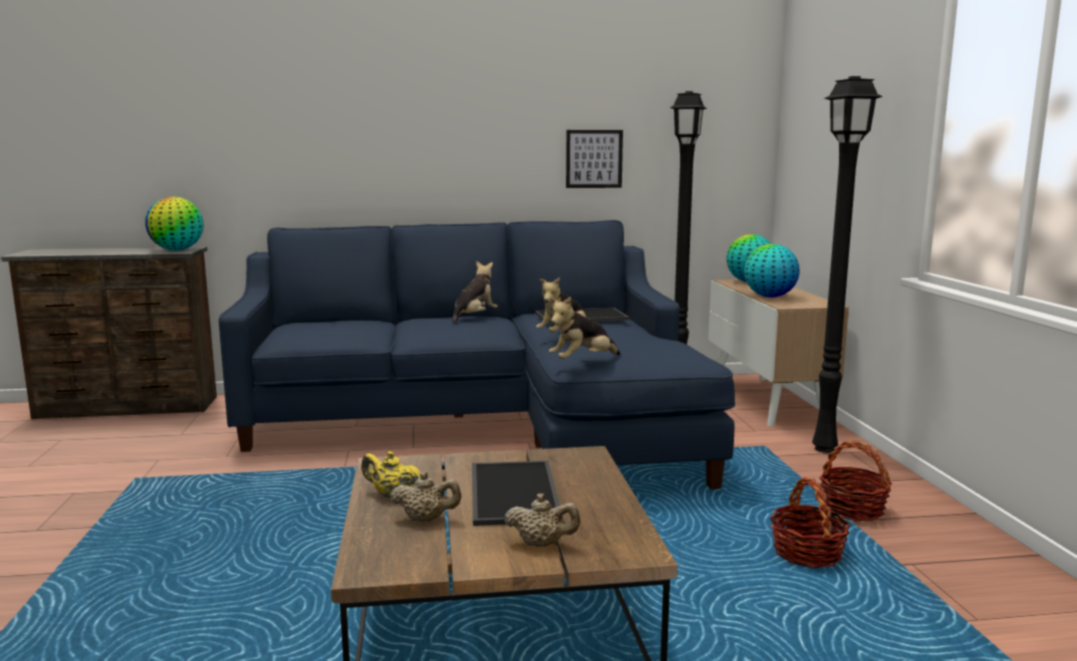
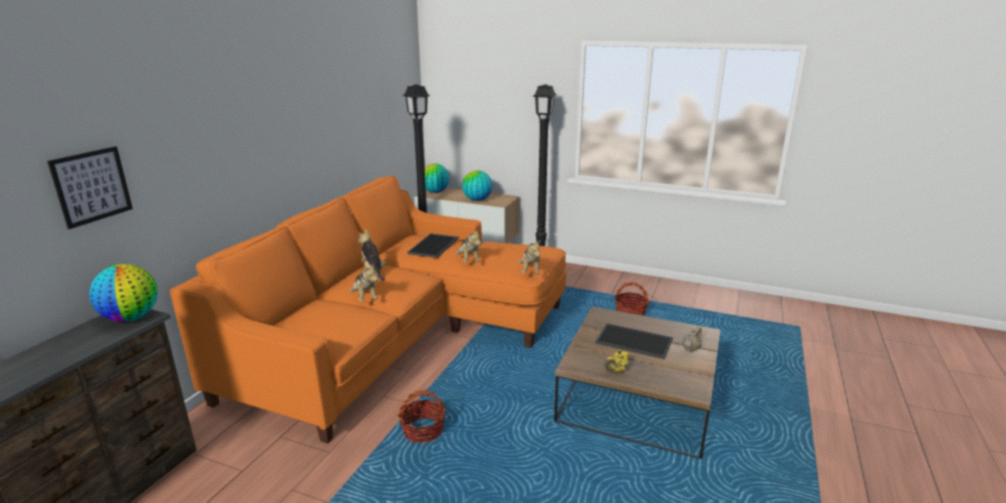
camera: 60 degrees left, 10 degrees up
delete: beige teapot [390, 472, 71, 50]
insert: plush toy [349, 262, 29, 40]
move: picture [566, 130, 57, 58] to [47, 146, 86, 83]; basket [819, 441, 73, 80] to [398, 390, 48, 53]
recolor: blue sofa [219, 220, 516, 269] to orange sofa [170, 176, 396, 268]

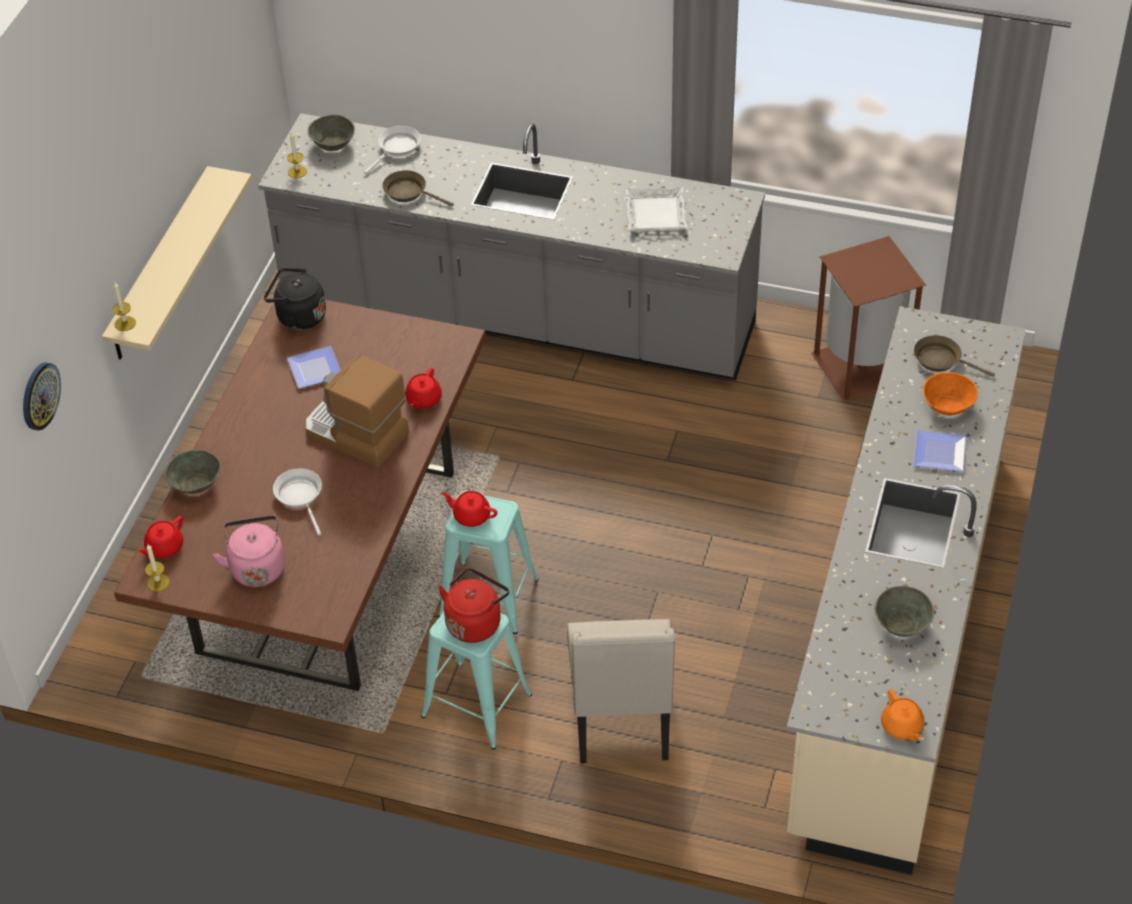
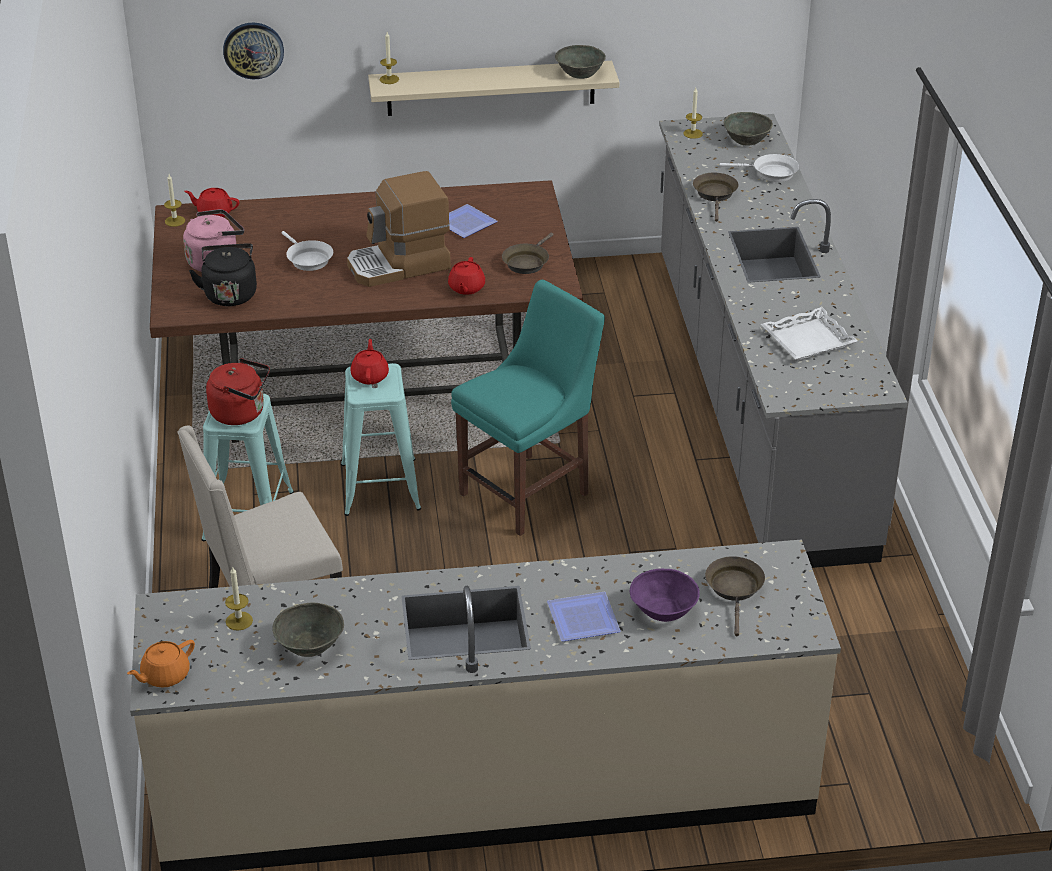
camera: 65 degrees right, 10 degrees down
delete: brown trash can [811, 236, 115, 166]
insert: candle [225, 566, 28, 65]; turquoise chair [451, 280, 154, 256]; brown frying pan [502, 233, 51, 41]
move: grey bowl [165, 450, 56, 44] to [555, 45, 51, 34]; black kettle [264, 268, 62, 62] to [189, 243, 68, 63]
recolor: orange bowl [923, 372, 55, 44] to purple bowl [630, 569, 70, 53]
rotate: white frying pan [273, 468, 49, 68] = [282, 231, 51, 40] 105 degrees clockwise; coffee machine [306, 355, 103, 112] = [347, 171, 104, 116] 120 degrees counterclockwise; red teapot [405, 368, 37, 41] = [448, 257, 37, 38] 75 degrees counterclockwise

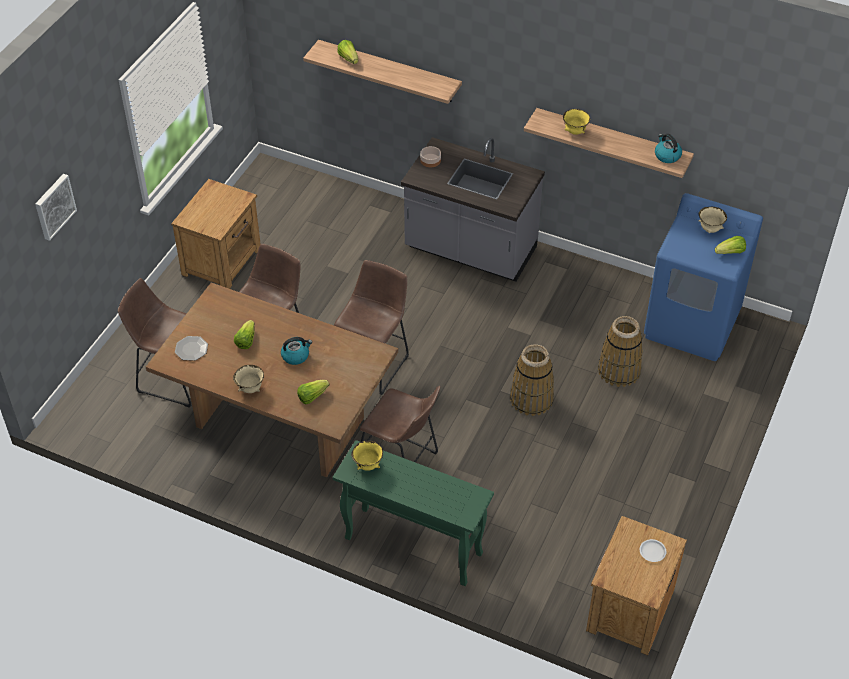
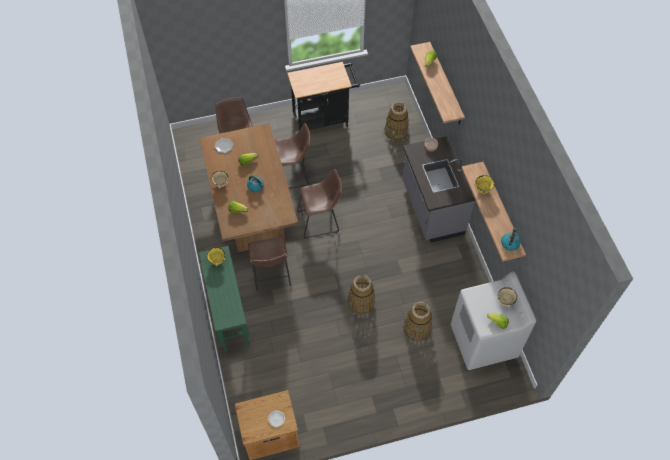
camera: 50 degrees right, 10 degrees up
delete: picture [35, 174, 42, 67]
insert: basket [385, 102, 24, 40]
replace: brown nightstand [171, 179, 90, 110] to black cart [287, 62, 73, 69]
recolor: blue washing machine [644, 193, 119, 168] to white washing machine [451, 272, 85, 98]

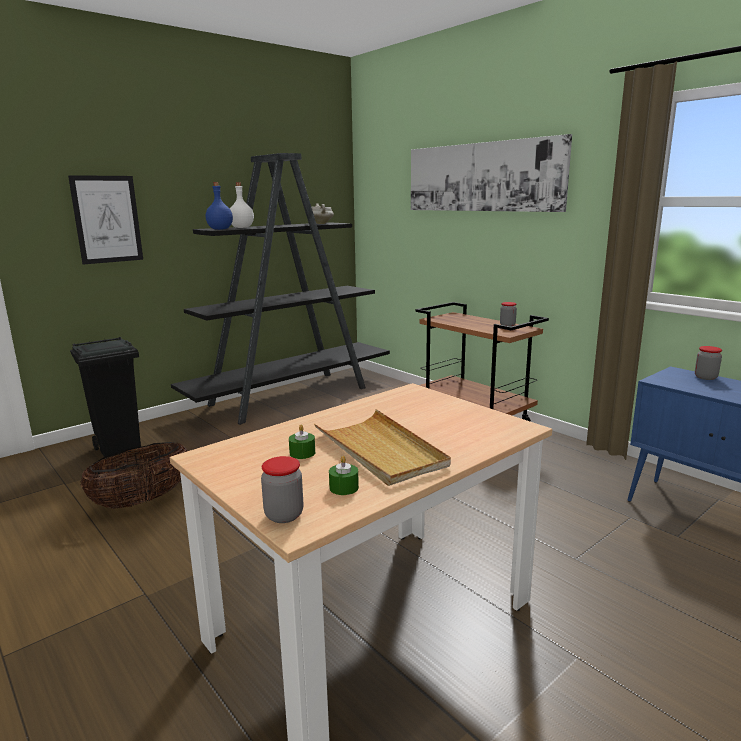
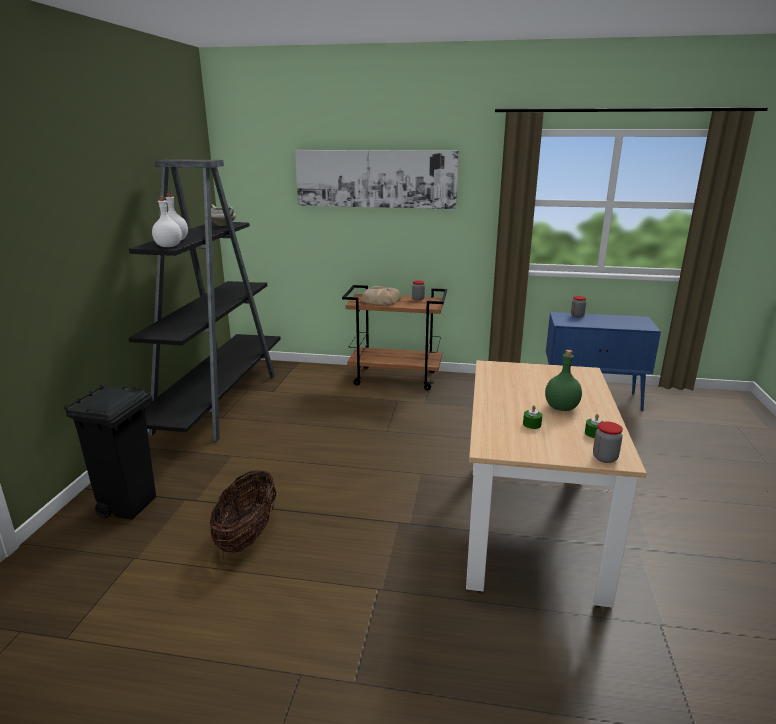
camera: 40 degrees left, 5 degrees up
delete: picture [68, 175, 75, 89]
insert: bread [361, 286, 40, 19]
replace: beige tray [314, 409, 137, 77] to green bottle [545, 350, 37, 61]
recolor: blue bottle [206, 182, 27, 48] to white bottle [152, 197, 30, 50]

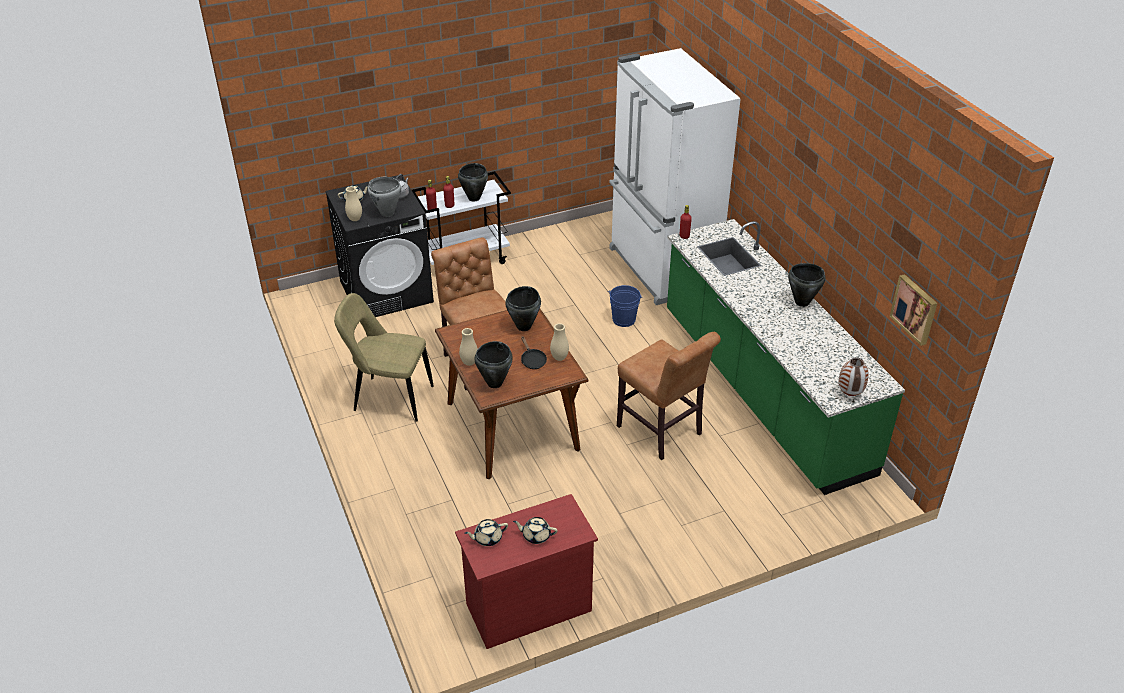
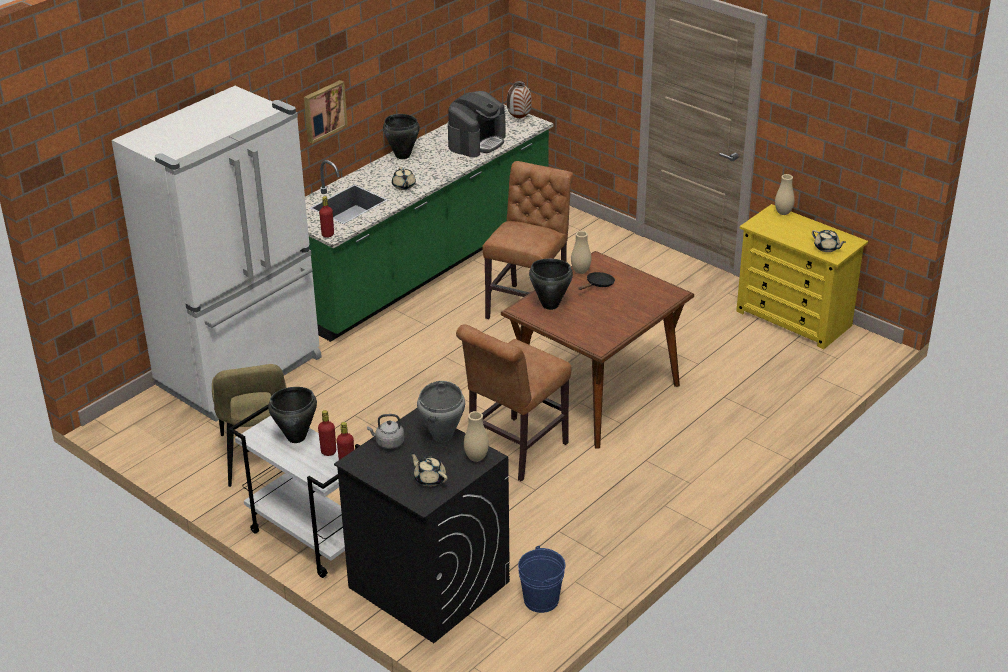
camera: 115 degrees left, 5 degrees down
delete: black cooking pot [474, 341, 39, 47]
insert: coffee machine [448, 91, 58, 67]
move: beige chair [334, 293, 100, 129] to [212, 364, 74, 123]; beige vase [459, 328, 19, 38] to [775, 174, 20, 41]; beige teapot [513, 517, 44, 27] to [392, 167, 24, 23]; blue bucket [608, 285, 34, 42] to [518, 545, 47, 68]; picture [890, 274, 47, 72] to [304, 80, 44, 63]
recolor: red dresser [455, 494, 143, 155] to yellow dresser [736, 204, 132, 145]

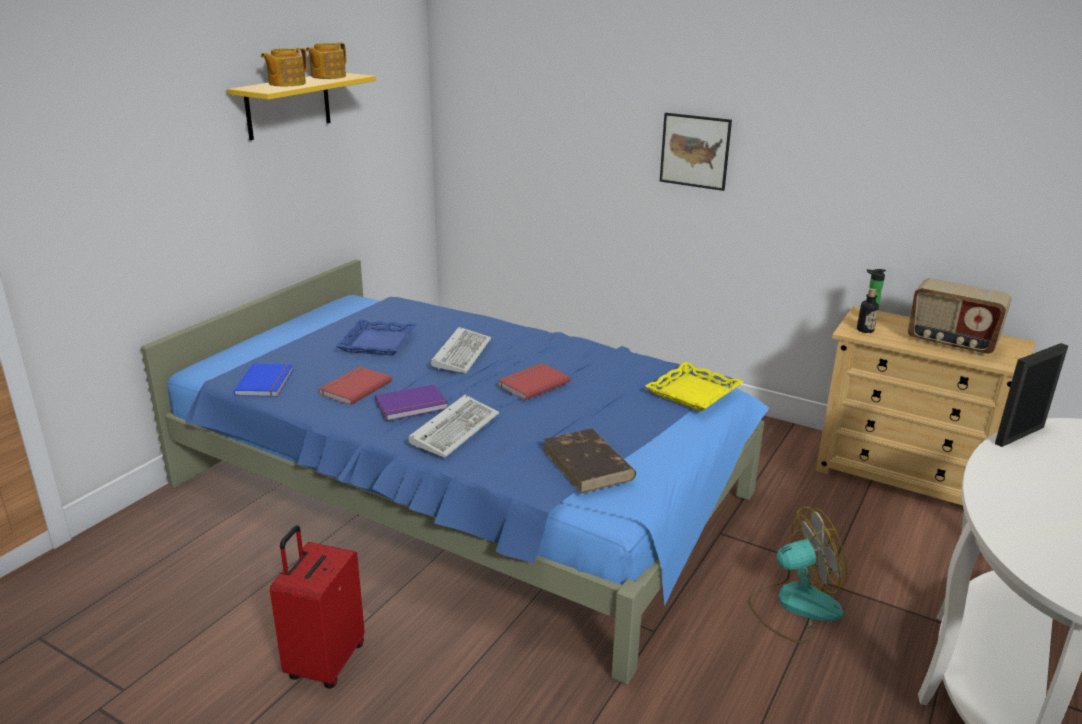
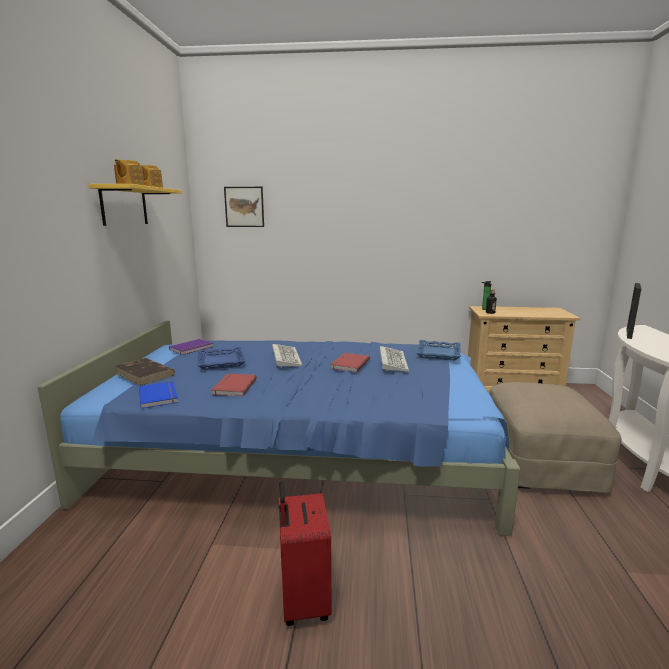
camera: 25 degrees left, 10 degrees down
delete: radio [908, 278, 104, 77]
move: purple book [375, 385, 73, 36] to [169, 339, 45, 16]; keyboard [408, 395, 91, 63] to [379, 346, 30, 26]; brown book [543, 429, 93, 64] to [116, 358, 59, 28]; picture [660, 113, 72, 78] to [224, 187, 40, 40]
replace: fan [748, 506, 99, 138] to beige ottoman [490, 382, 132, 111]
recolor: yellow tray [645, 362, 98, 50] to blue tray [416, 340, 45, 21]

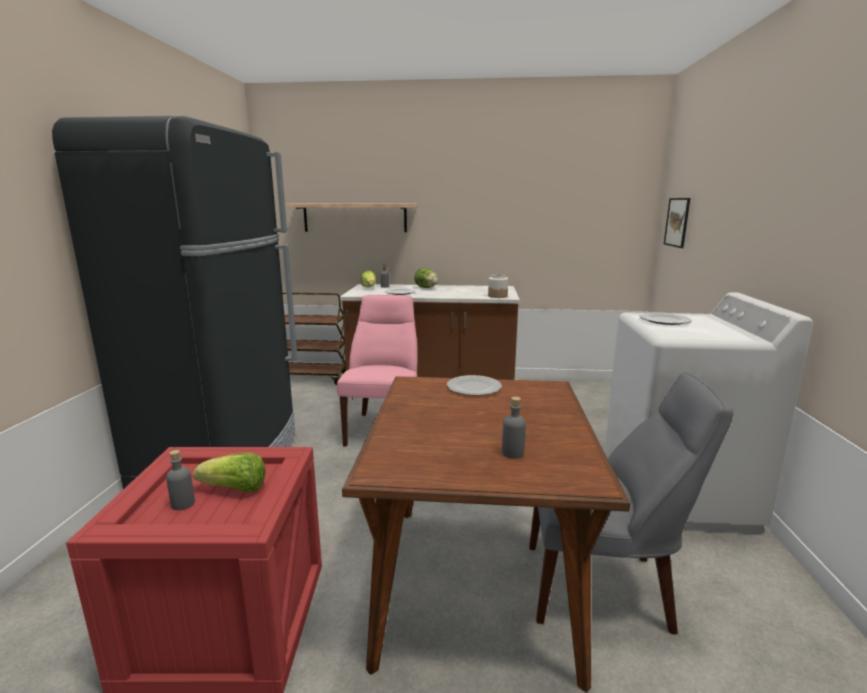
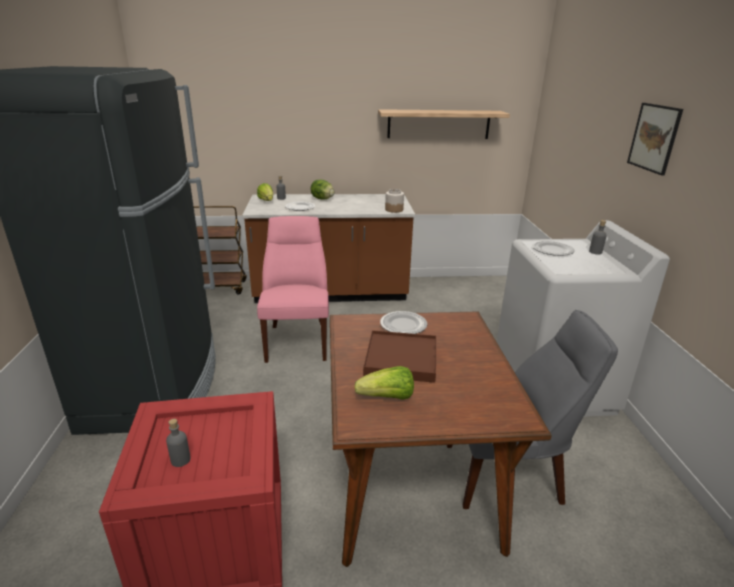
camera: 10 degrees left, 10 degrees up
insert: brown tray [363, 330, 73, 53]
move: lettuce [193, 453, 73, 39] to [354, 366, 60, 34]; shelf [285, 204, 132, 28] to [378, 109, 132, 30]; grey bottle [502, 396, 24, 62] to [589, 220, 18, 34]; picture [664, 198, 26, 50] to [627, 103, 56, 73]

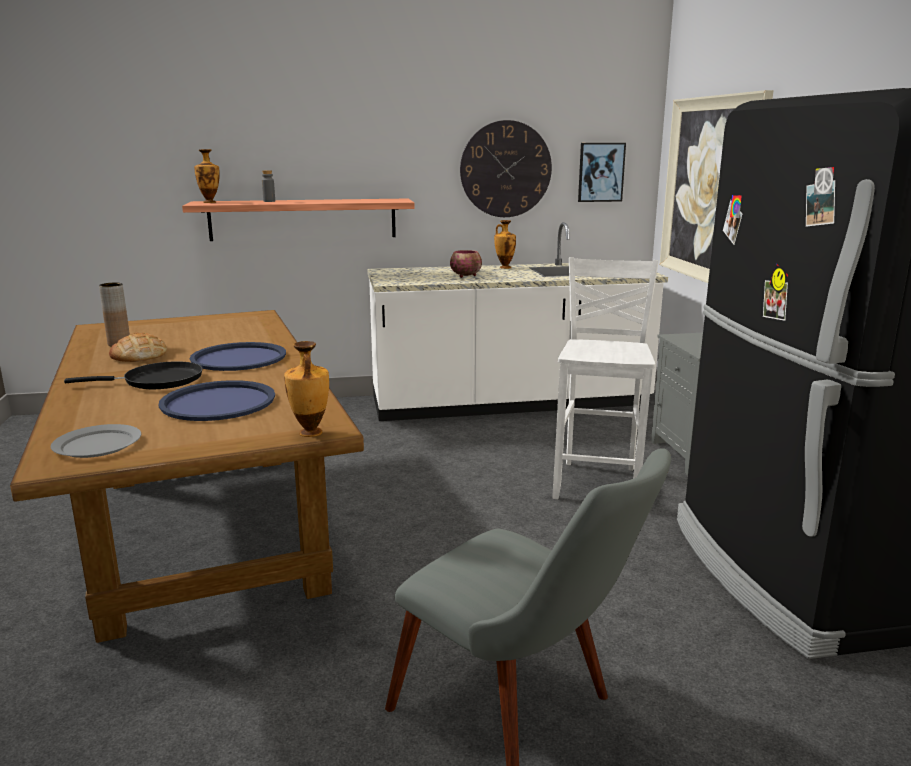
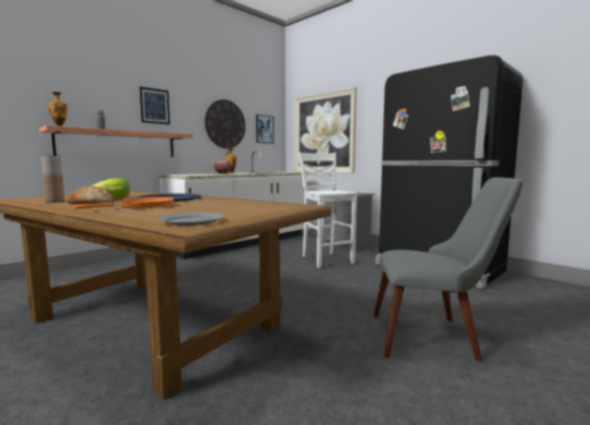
camera: 35 degrees left, 10 degrees down
delete: blue tray [159, 380, 116, 41]; vase [284, 341, 45, 96]
insert: lettuce [92, 178, 38, 20]; picture [139, 87, 31, 38]
recolor: black frying pan [64, 361, 138, 28] to orange frying pan [74, 197, 100, 12]

